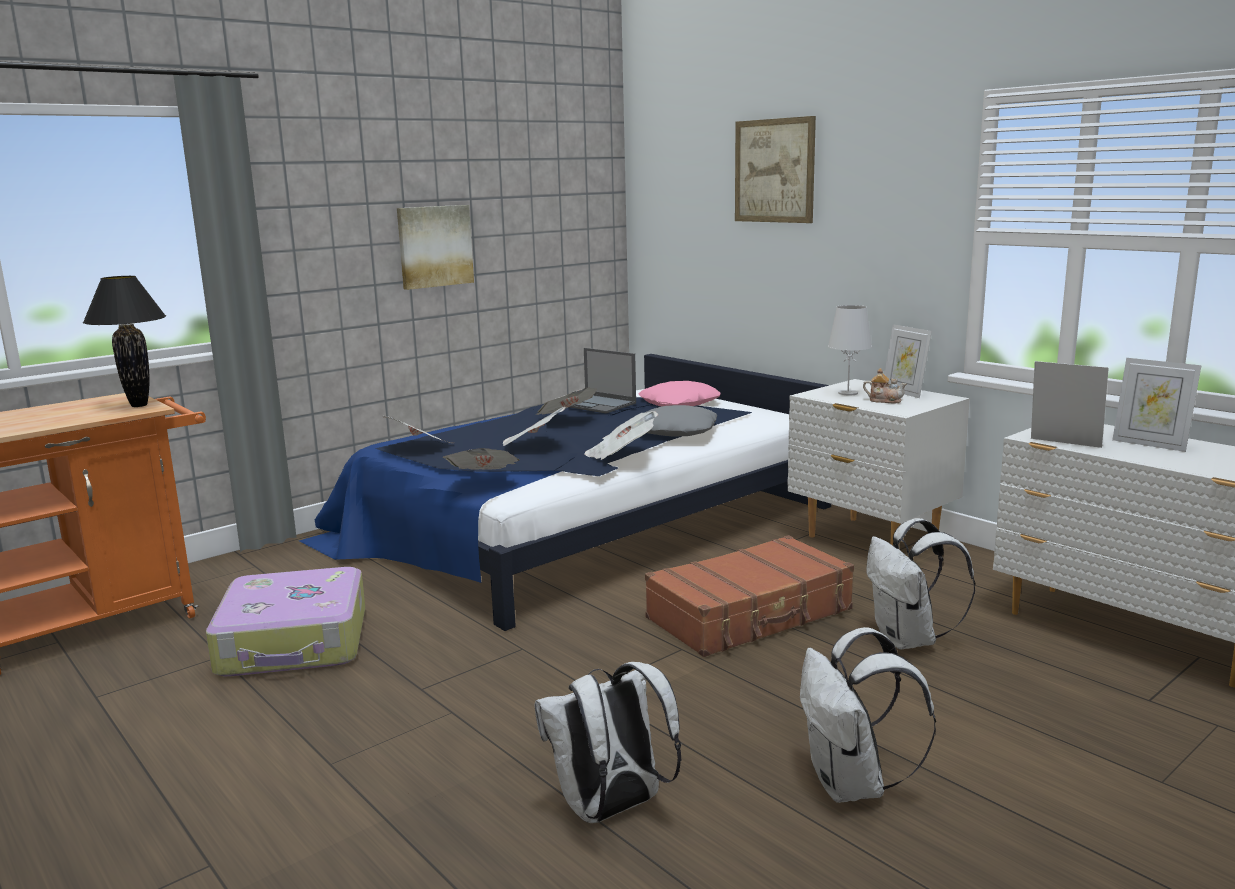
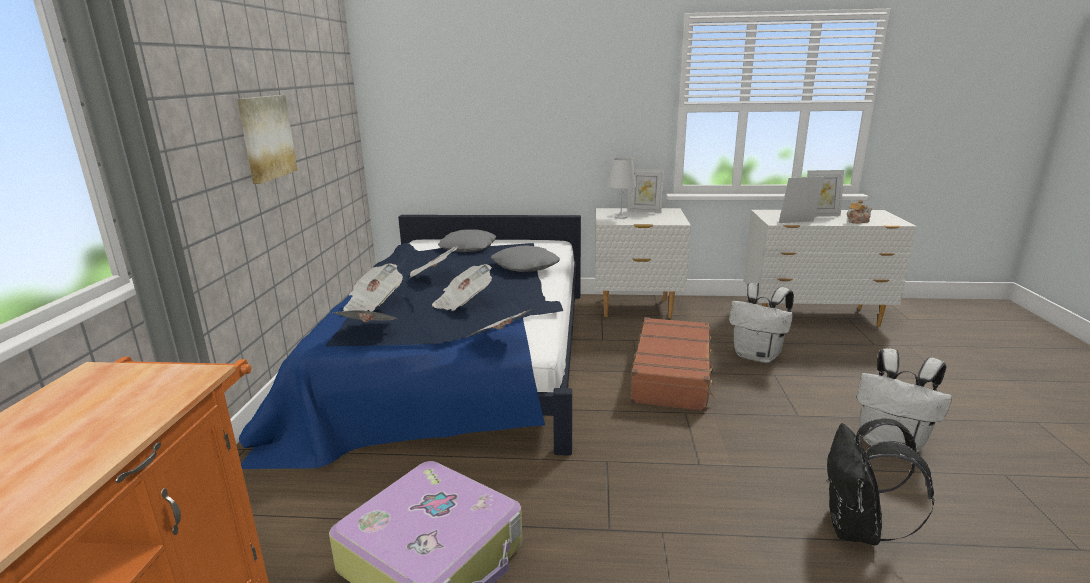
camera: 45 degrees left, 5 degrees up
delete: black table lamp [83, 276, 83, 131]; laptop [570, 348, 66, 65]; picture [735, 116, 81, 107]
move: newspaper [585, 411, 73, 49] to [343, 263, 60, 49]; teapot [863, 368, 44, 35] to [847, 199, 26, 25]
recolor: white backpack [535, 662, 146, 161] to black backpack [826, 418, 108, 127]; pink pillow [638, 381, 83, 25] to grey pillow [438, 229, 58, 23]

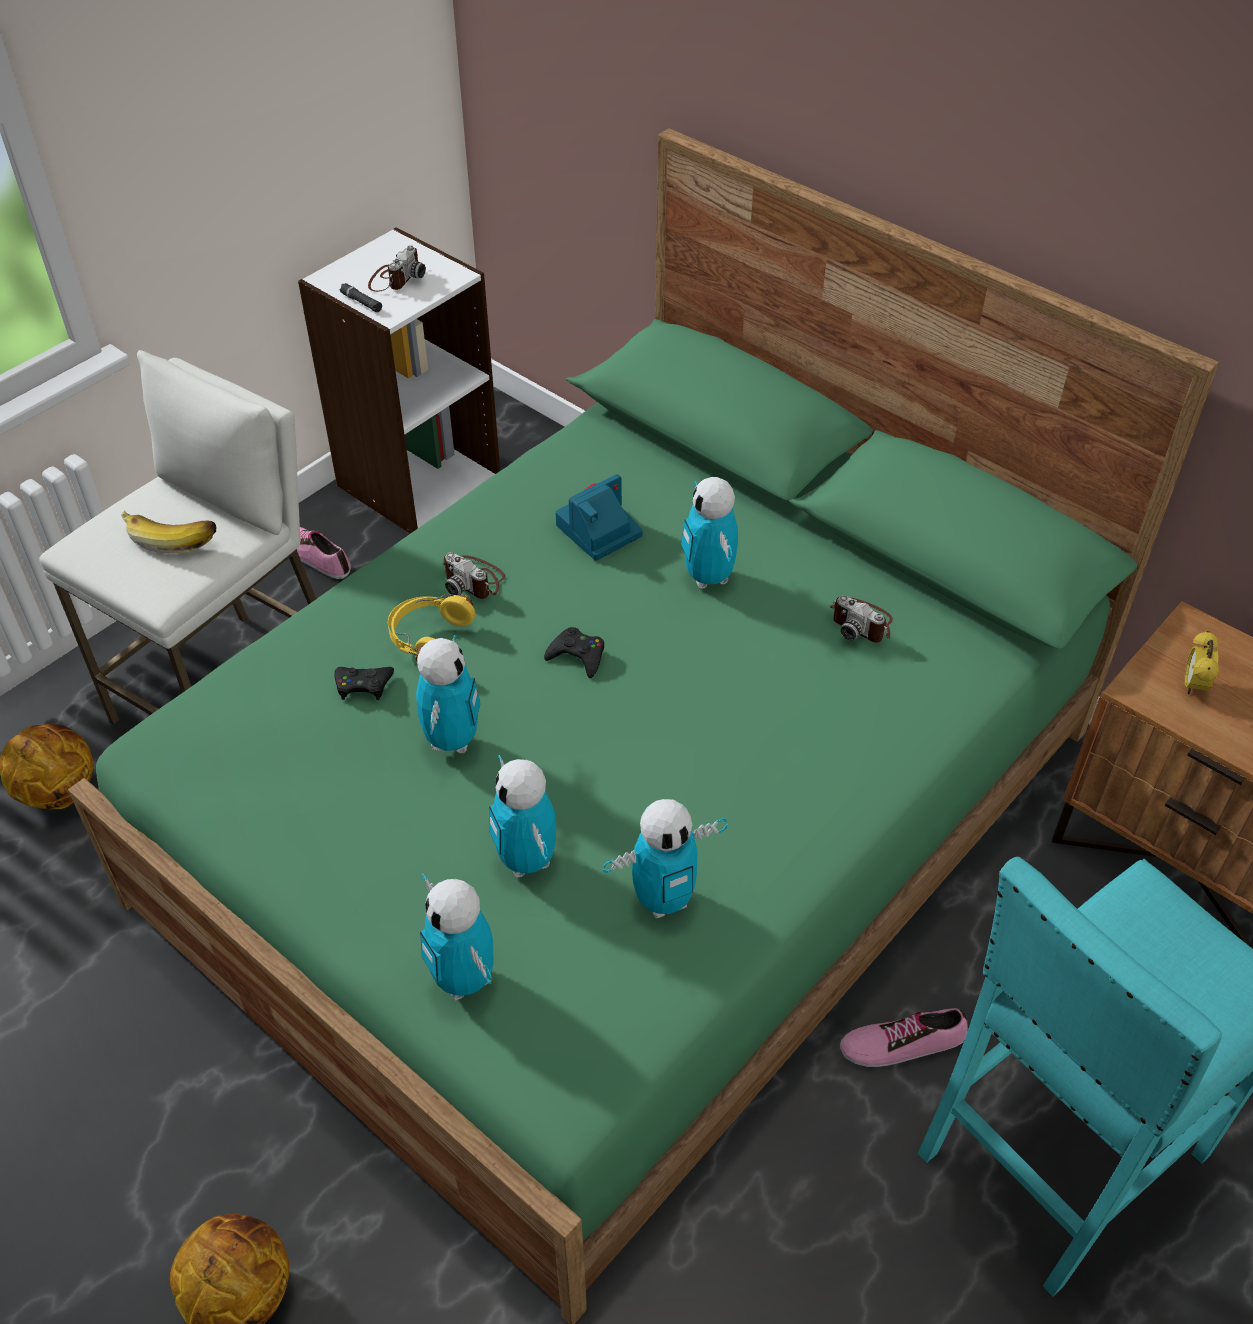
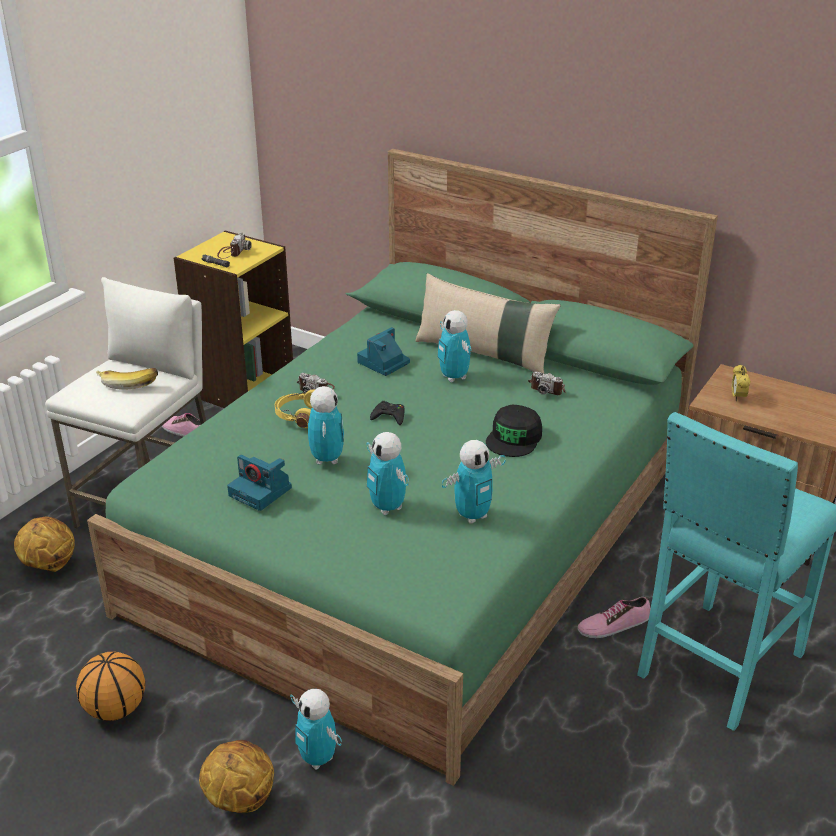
camera: 10 degrees left, 15 degrees down
delete: black game controller [334, 667, 60, 33]
insert: basketball [76, 652, 70, 69]; photo camera [227, 455, 65, 56]; beige pillow [415, 273, 146, 100]; black cap [486, 405, 56, 52]
move: toy robot [420, 874, 74, 126] to [290, 689, 52, 81]
recolor: white bookcase [298, 227, 202, 307] to yellow bookcase [174, 231, 119, 177]

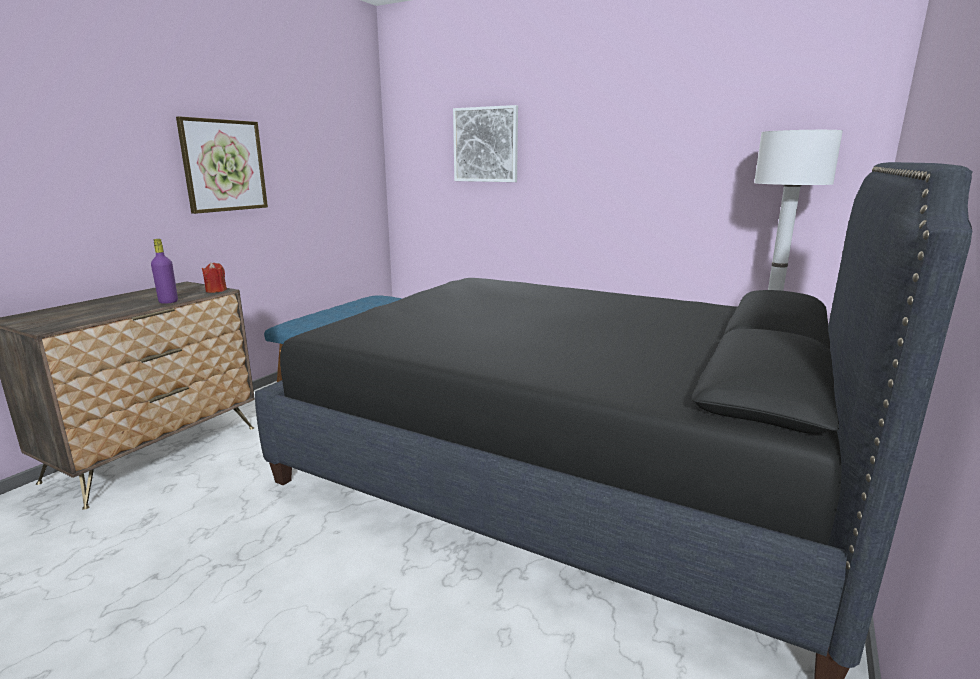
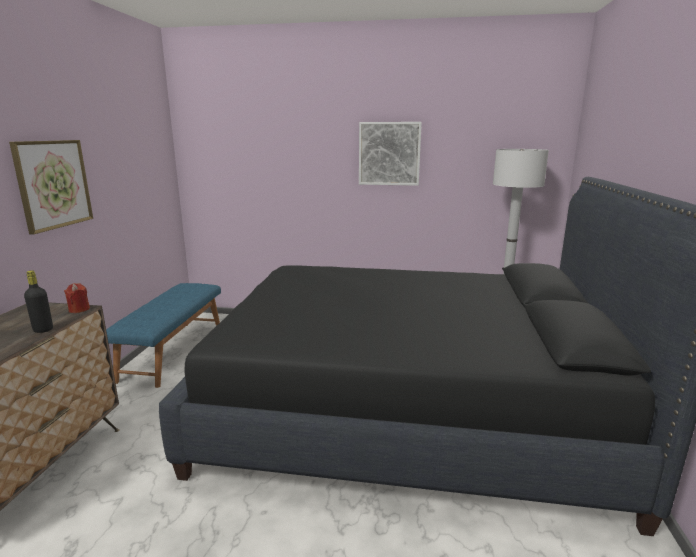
camera: 20 degrees left, 0 degrees up
move: picture [453, 105, 65, 77] to [359, 122, 63, 64]
recolor: purple bottle [151, 239, 27, 65] to black bottle [24, 271, 29, 62]

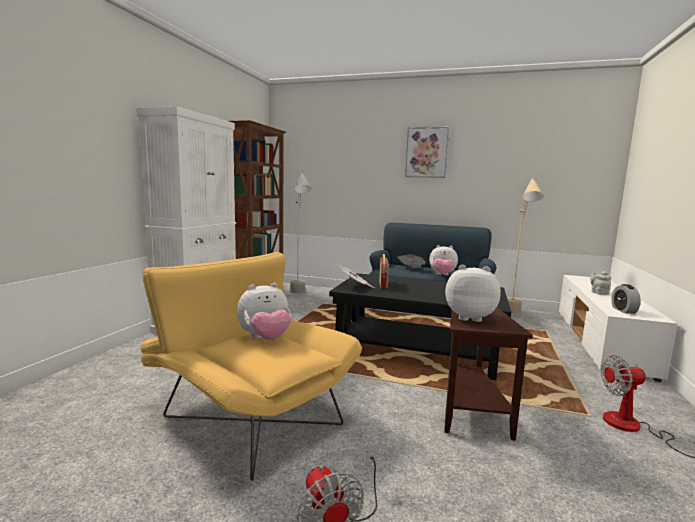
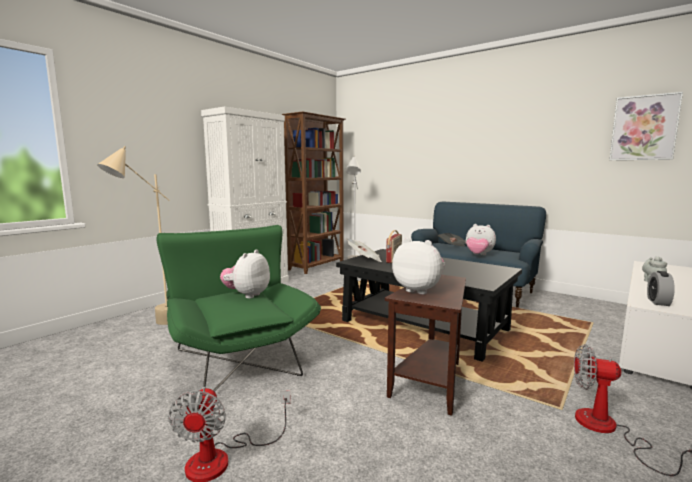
camera: 20 degrees right, 0 degrees up
move: picture [405, 127, 44, 51] to [610, 92, 73, 68]; beige floor lamp [507, 178, 37, 135] to [97, 146, 73, 179]
recolor: yellow armchair [141, 252, 221, 229] to green armchair [157, 225, 164, 167]
rotate: plush toy [237, 283, 54, 57] = [220, 250, 50, 48] 120 degrees clockwise

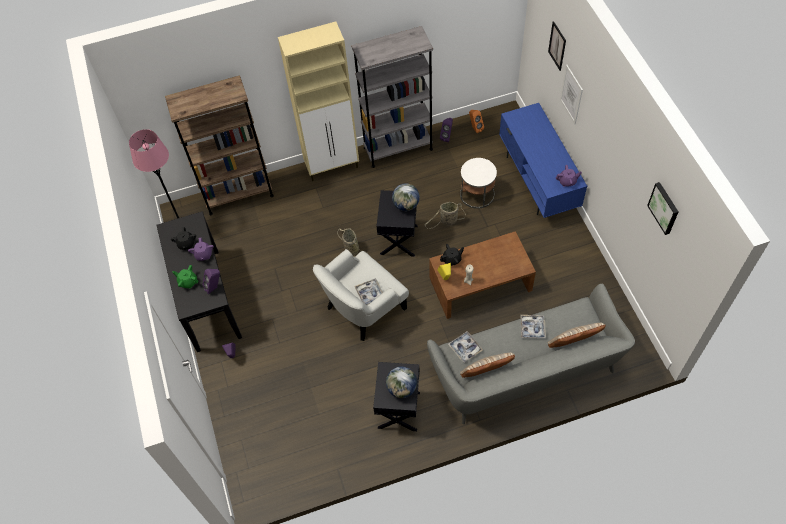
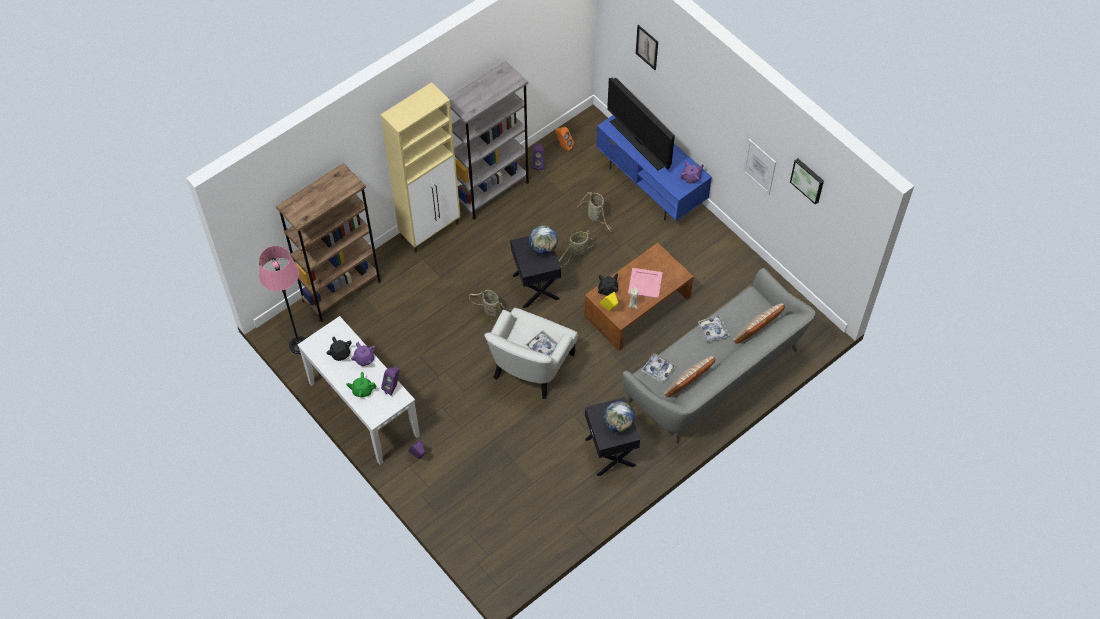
camera: 25 degrees left, 0 degrees up
insert: television [607, 78, 68, 92]; pink tray [628, 268, 35, 30]
move: picture [560, 65, 23, 59] to [743, 139, 33, 56]
replace: white side table [460, 158, 37, 51] to basket [577, 192, 34, 40]
recolor: black console table [156, 211, 86, 141] to white console table [298, 316, 122, 149]

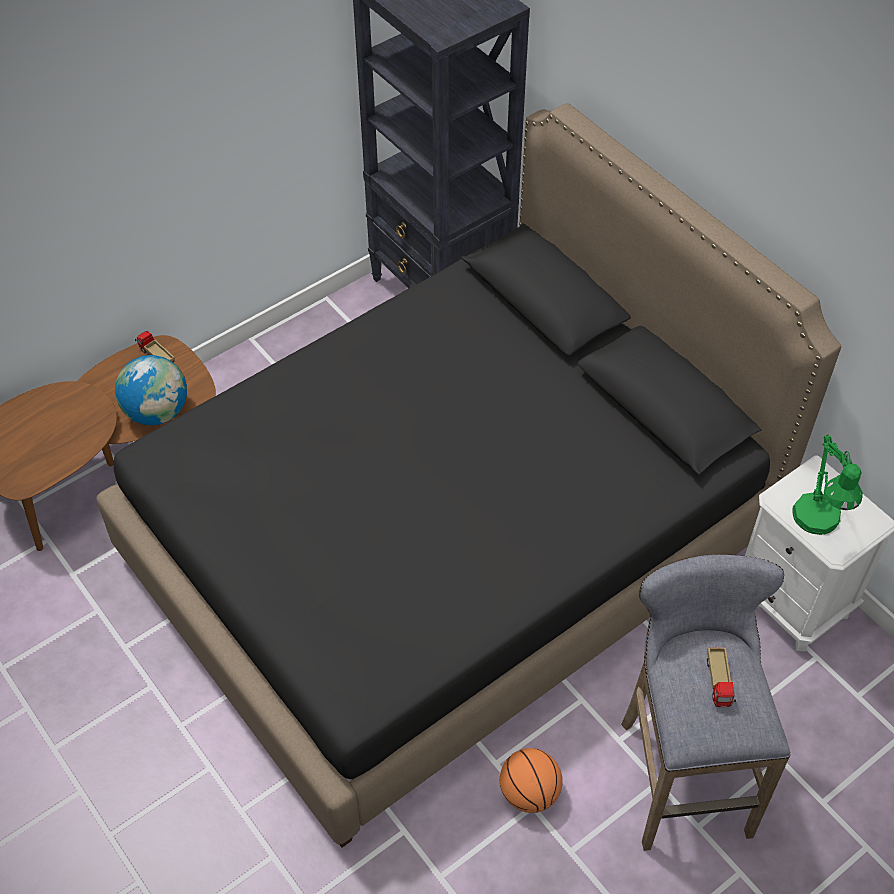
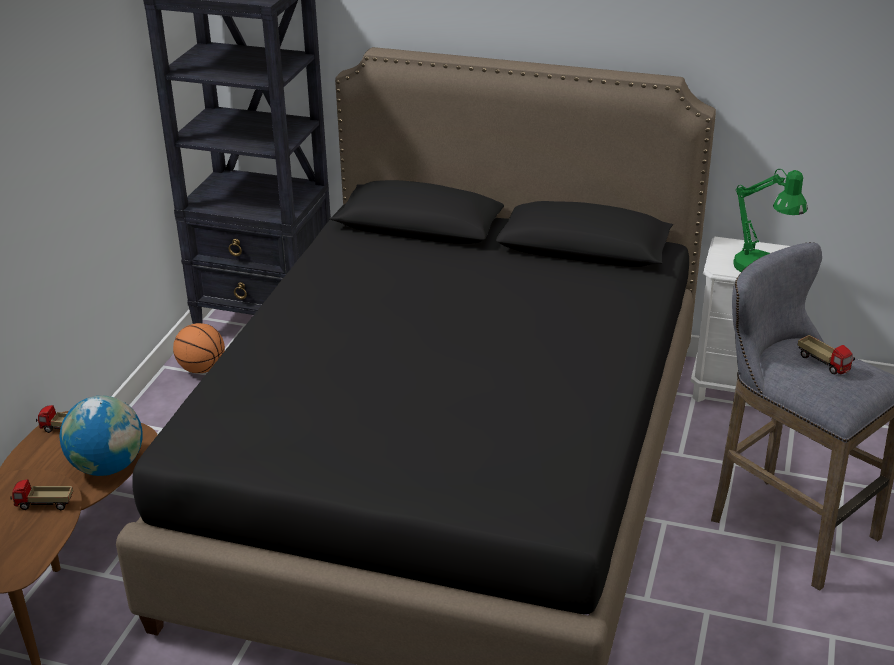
camera: 35 degrees left, 20 degrees down
insert: toy truck [11, 479, 62, 31]
move: basketball [500, 748, 63, 65] to [173, 323, 52, 50]

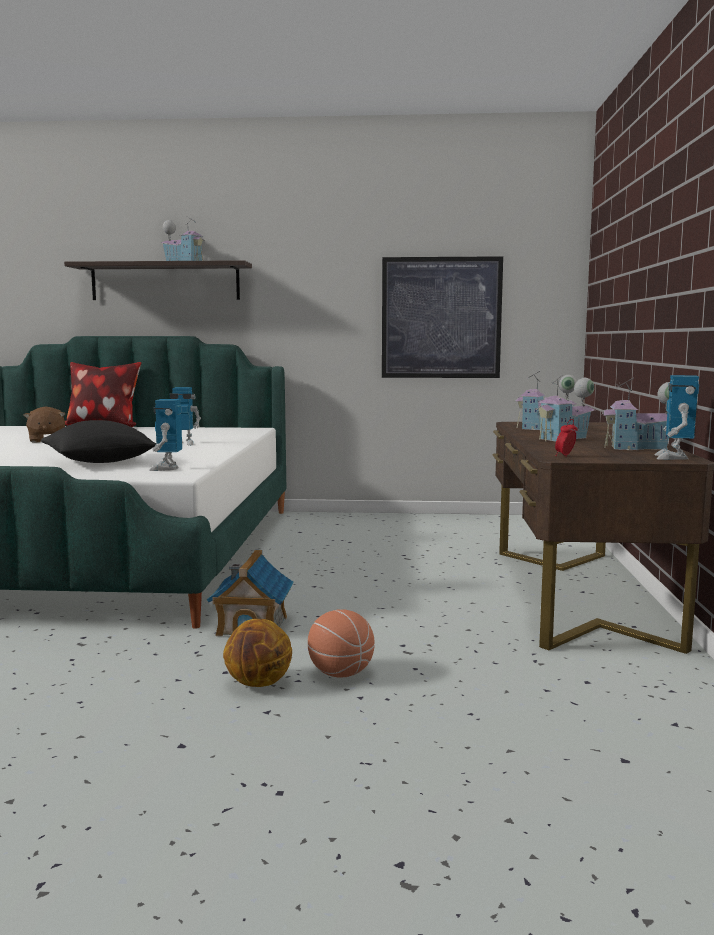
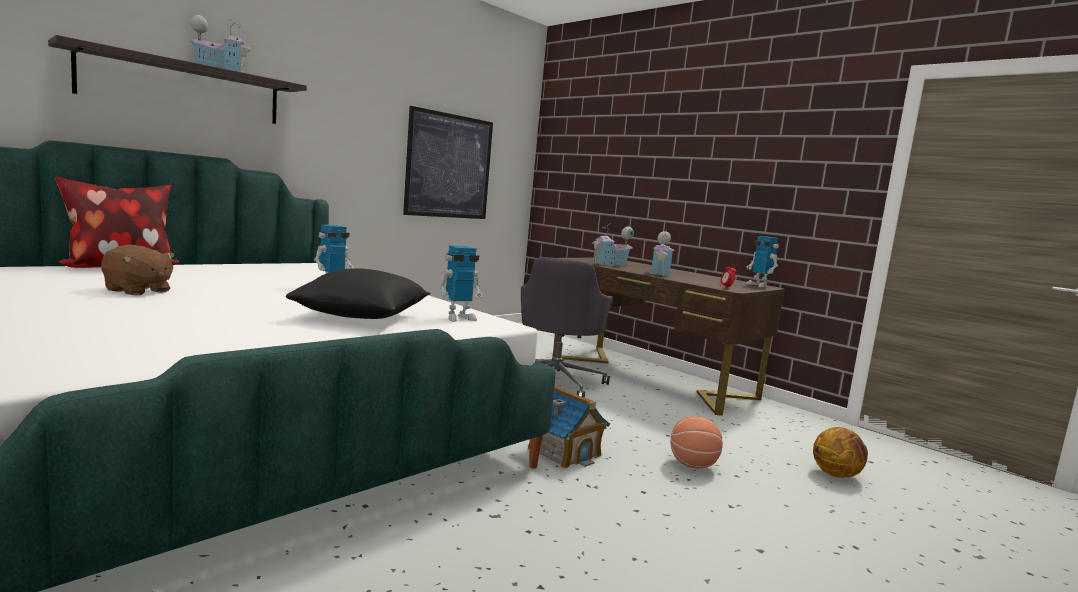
camera: 50 degrees left, 0 degrees up
delete: toy house [602, 378, 68, 72]
insert: grey office chair [521, 257, 92, 141]
move: basketball [223, 619, 69, 68] to [813, 427, 55, 51]
rotate: toy robot [149, 399, 33, 72] = [438, 245, 45, 77] 75 degrees counterclockwise

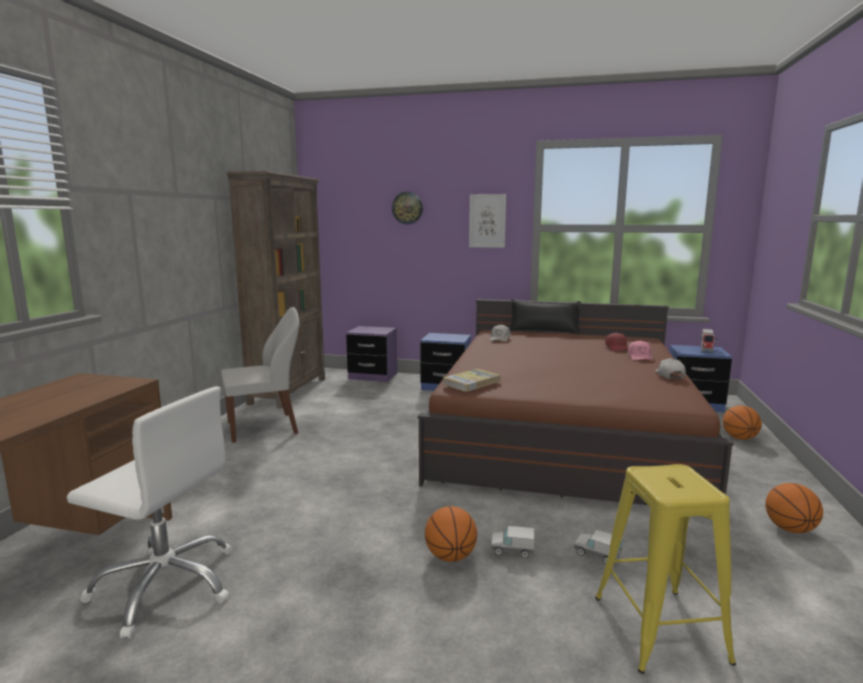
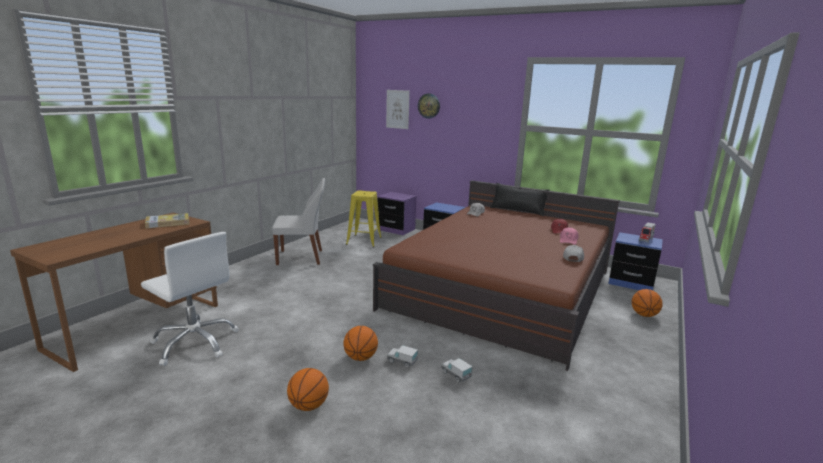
camera: 15 degrees right, 5 degrees up
delete: brown bookcase [226, 171, 99, 237]
move: book [443, 369, 58, 23] to [145, 213, 44, 15]; picture [469, 194, 37, 54] to [386, 90, 24, 39]; yellow stool [595, 464, 141, 210] to [346, 190, 36, 57]; basketball [765, 483, 58, 50] to [287, 368, 42, 43]

